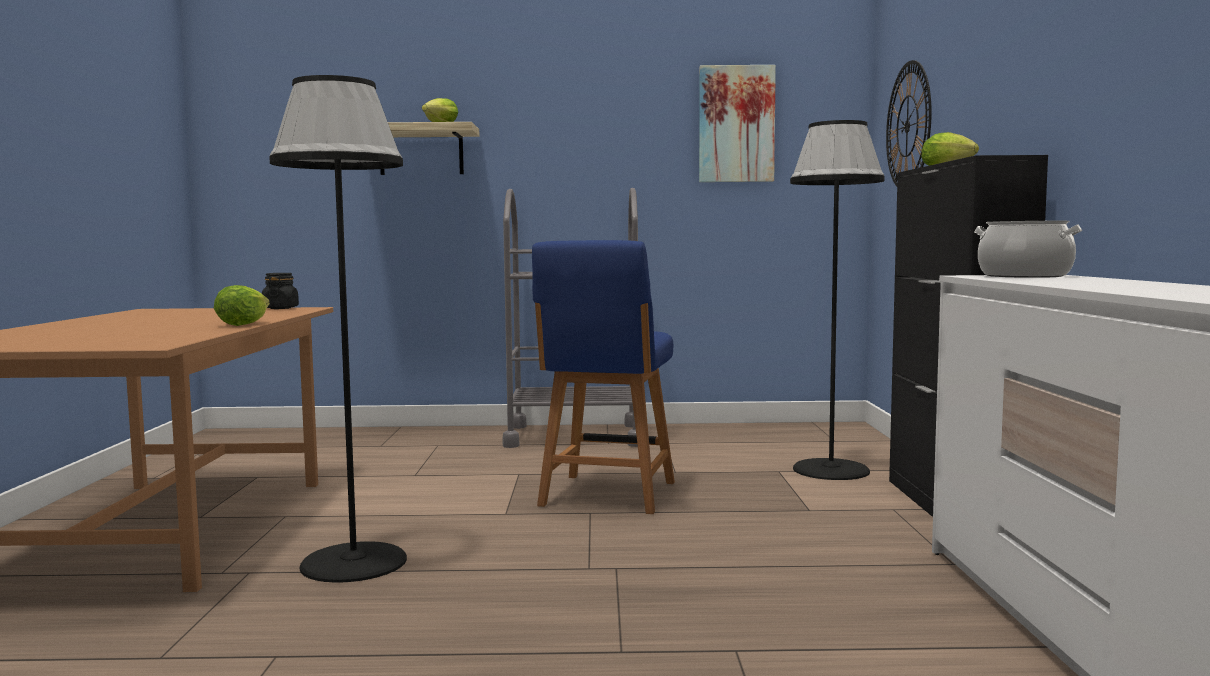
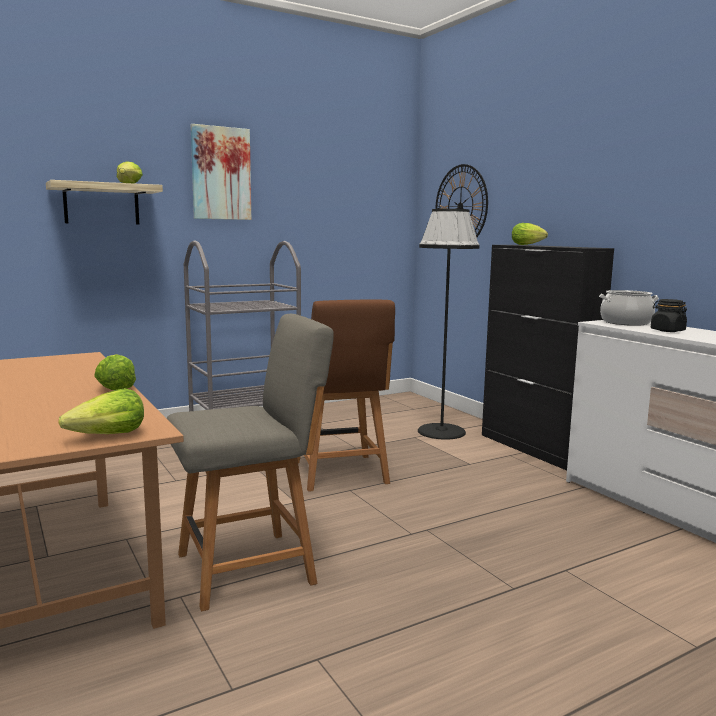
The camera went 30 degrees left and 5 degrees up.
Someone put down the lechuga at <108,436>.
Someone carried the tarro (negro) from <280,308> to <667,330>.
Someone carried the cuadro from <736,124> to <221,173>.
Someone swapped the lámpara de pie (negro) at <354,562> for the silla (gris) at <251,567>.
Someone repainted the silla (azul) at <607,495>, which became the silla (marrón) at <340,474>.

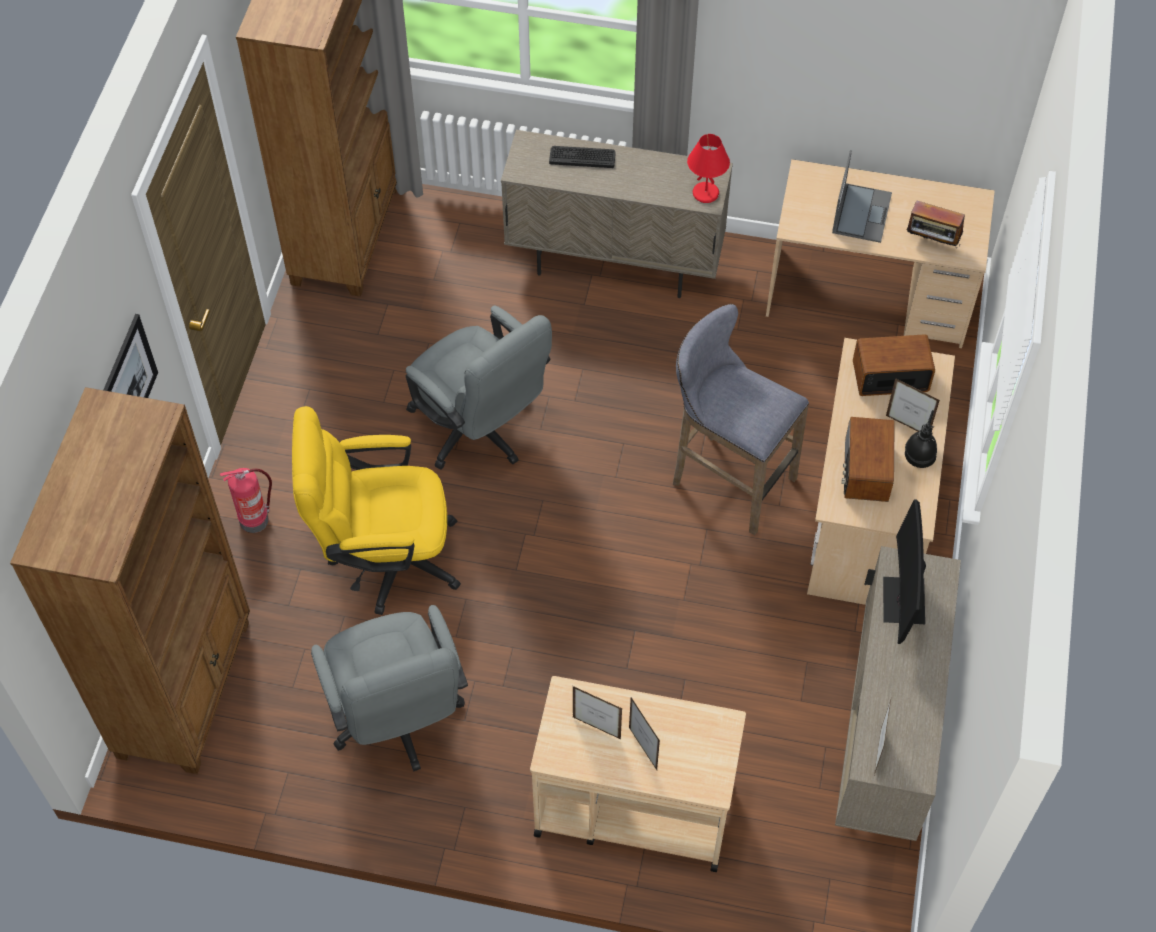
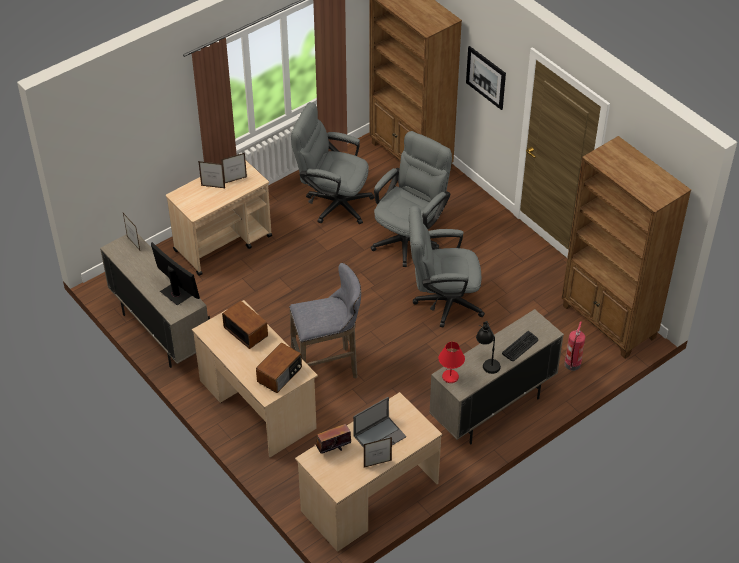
The camera went 130 degrees right and 10 degrees down.
Someone carried the extintor from <255,519> to <572,365>.
Someone carried the portarretratos from <907,426> to <377,464>.
Someone carried the lámpara de mesa (negro) from <917,466> to <487,361>.
Someone repainted the silla de oficina (amarillo) at <384,558>, which became the silla de oficina (gris) at <409,237>.
Someone rotated the portátil at <861,212> by 90 degrees counterclockwise.

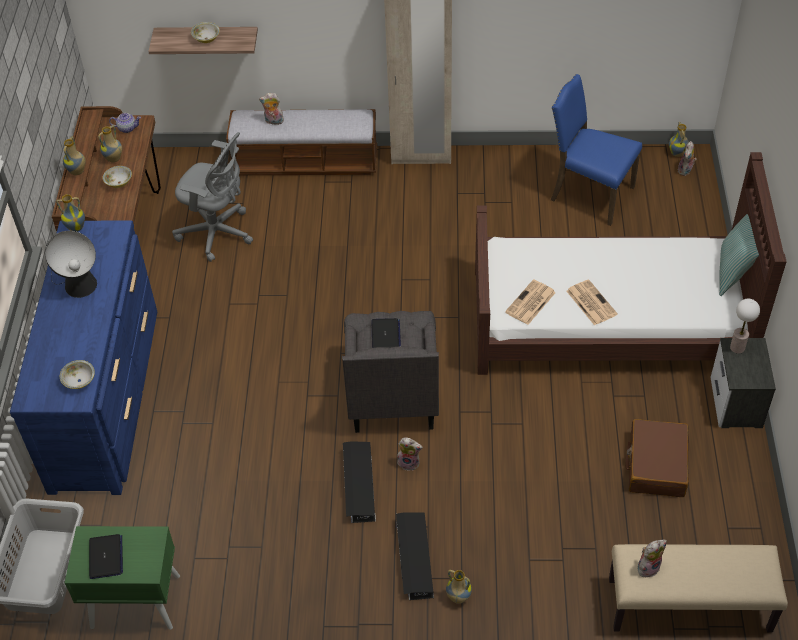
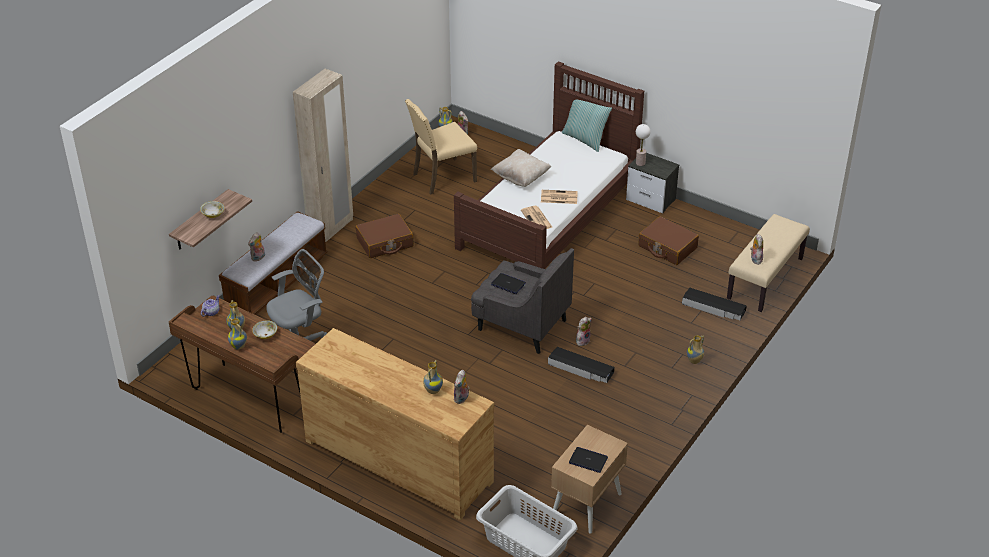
The camera went 60 degrees left and 10 degrees down.
Someone took away the lámpara de mesa at <77,282>.
Someone put down the maleta (marrón) at <385,243>.
Someone put down the cojín (beis) at <521,178>.
Someone carried the florero from <76,227> to <432,390>.
Someone carried the caja de almacenaje (negro) from <414,559> to <713,308>.
Someone swapped the cuenco at <79,381> for the peluche at <462,399>.
Someone repainted the cómoda (azul) at <106,396>, which became the cómoda (marrón) at <398,460>.
Someone repainted the mesita de noche (verde) at <134,601>, which became the mesita de noche (beis) at <586,504>.
Someone repainted the silla (azul) at <589,194>, which became the silla (beis) at <442,177>.

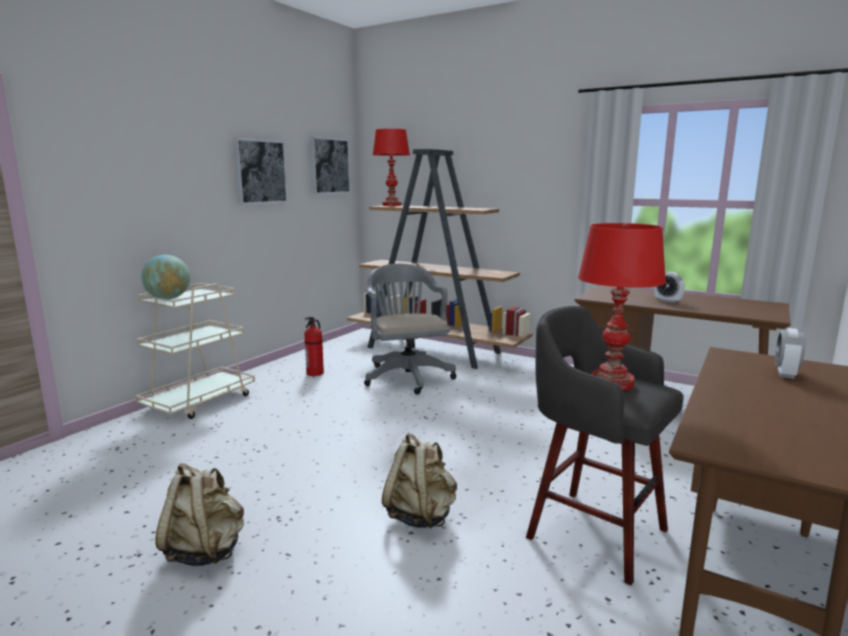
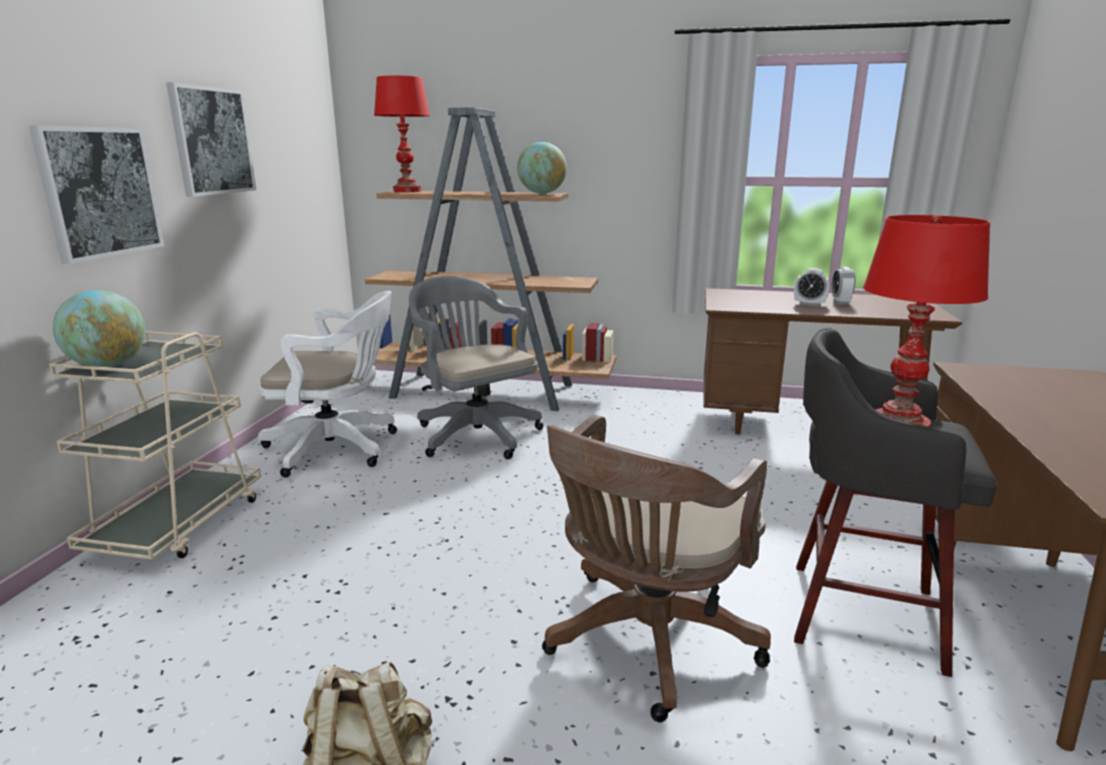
The camera went 20 degrees left and 5 degrees up.
Someone put down the globo terráqueo at <542,193>.
Someone carried the cuadro from <329,166> to <100,192>.
Someone carried the despertador from <785,374> to <840,302>.
Someone swapped the extintor at <315,373> for the silla de oficina (blanco) at <338,448>.
Someone swapped the mochila (beis) at <420,515> for the silla de oficina (marrón) at <646,643>.

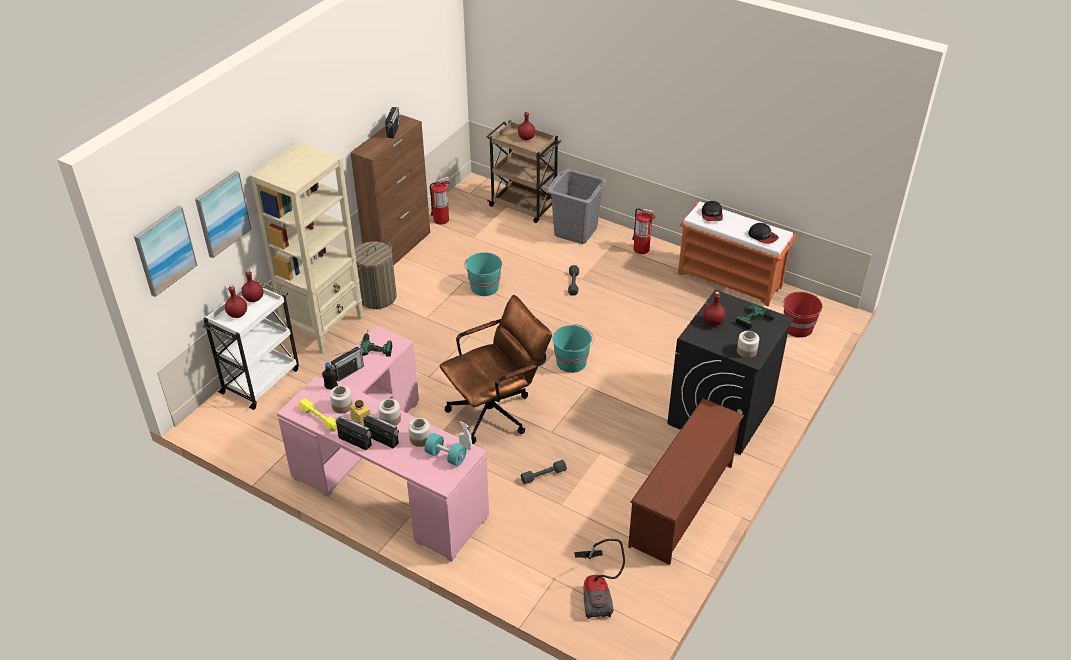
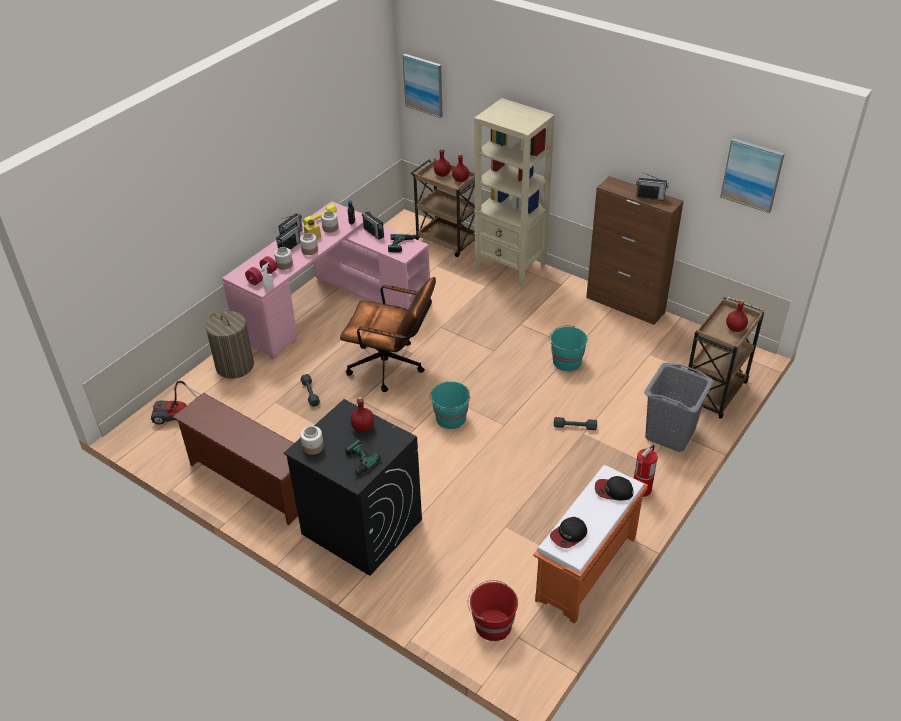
The camera went 95 degrees right and 0 degrees up.
Someone took away the extintor at <441,220>.
Someone carried the cuadro from <222,213> to <752,175>.
Someone carried the cesto de la ropa from <377,297> to <235,366>.
Someone repainted the carrito (blanco) at <261,380>, which became the carrito (marrón) at <447,241>.
Someone repainted the mancuerna (turquesa) at <446,456>, which became the mancuerna (rojo) at <262,277>.
Someone rotated the silla de oficina (marrón) at <497,410> by 45 degrees counterclockwise.

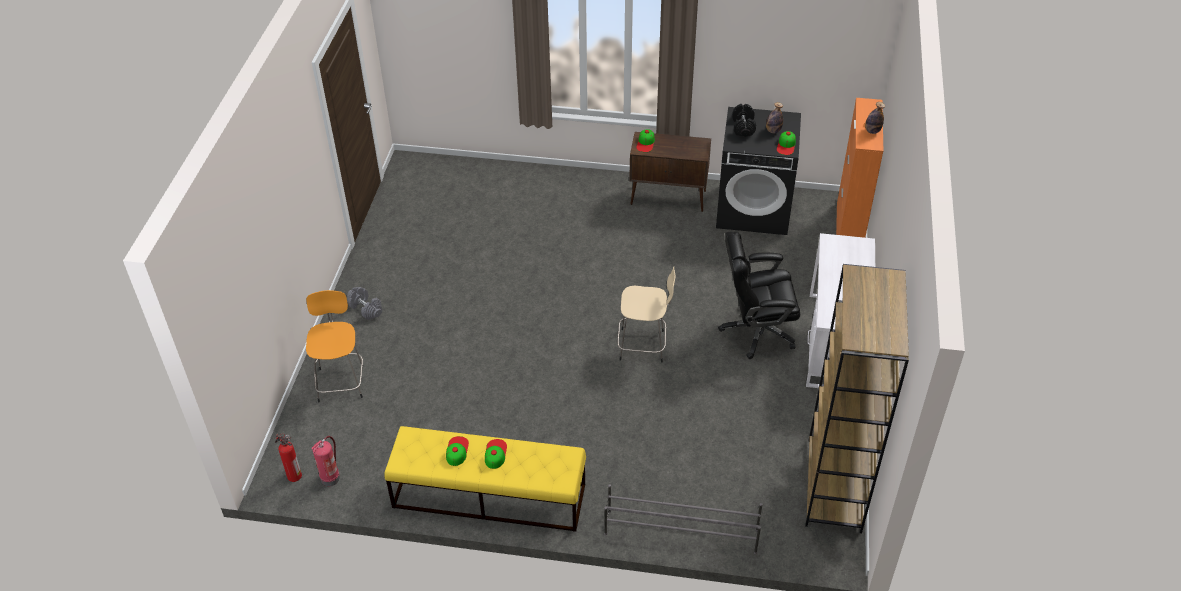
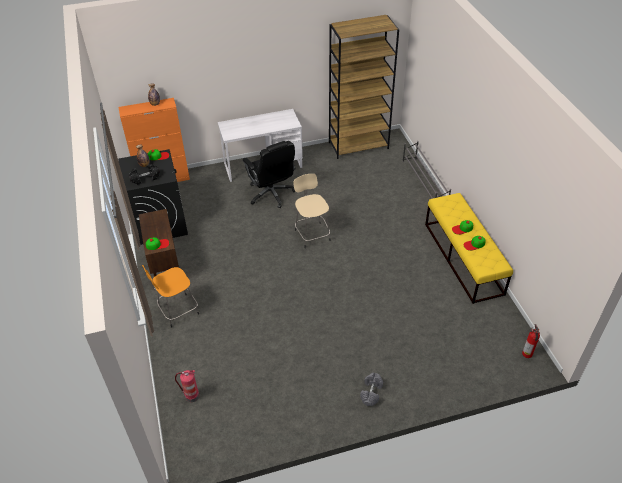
The camera went 115 degrees left and 0 degrees up.
Someone carried the taburete (naranja) from <341,381> to <177,311>.
Someone carried the extintor from <330,477> to <191,396>.

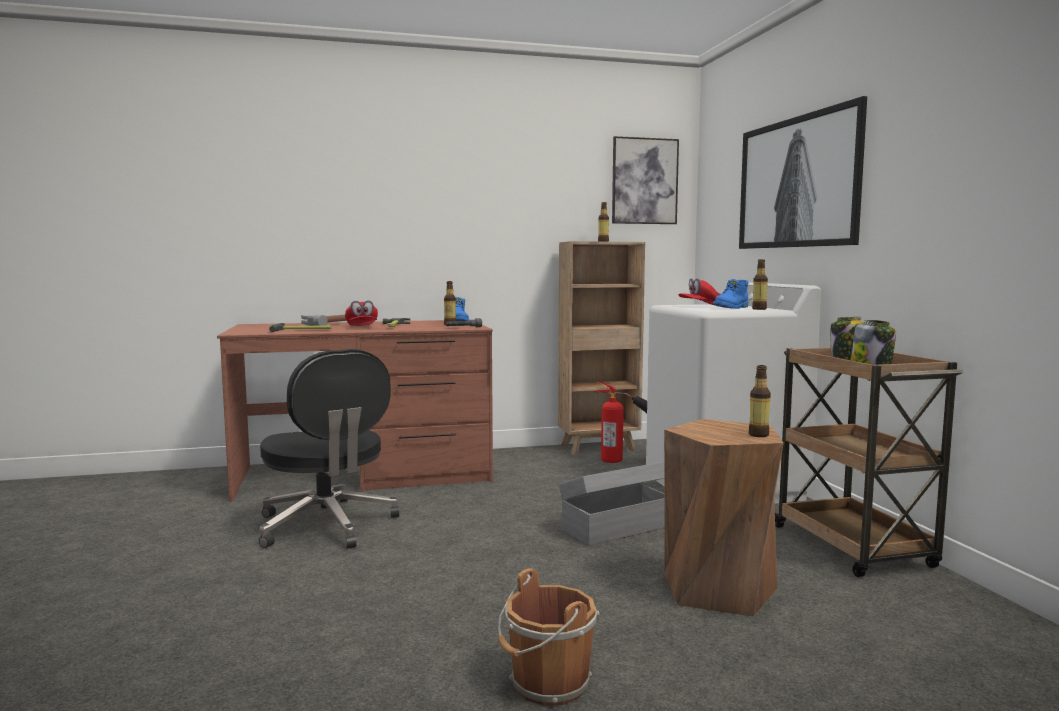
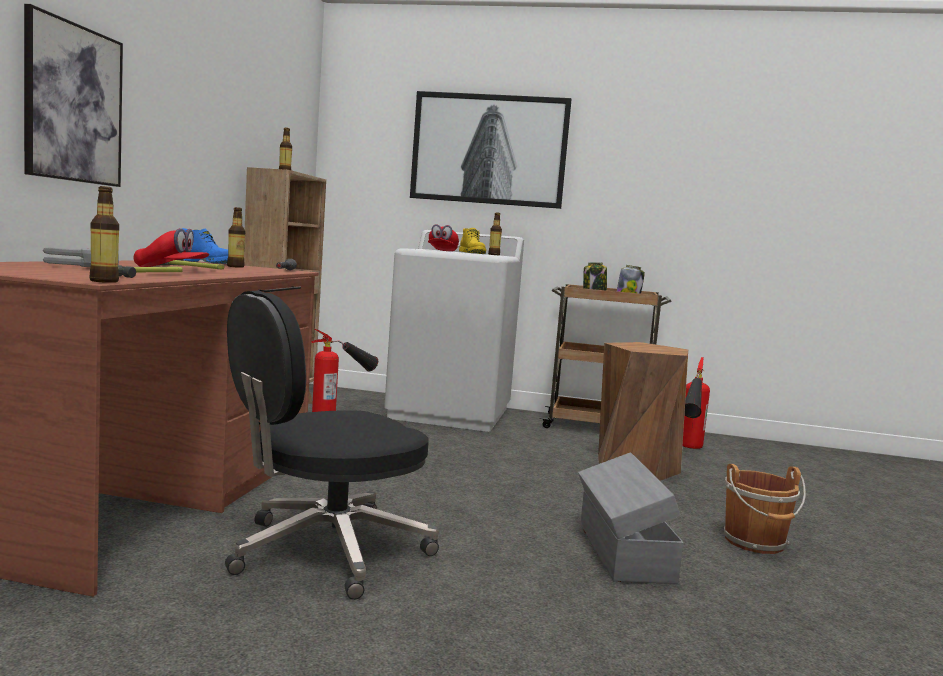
The camera went 65 degrees left and 0 degrees up.
Someone put down the extintor at <688,451>.
Someone carried the caja de almacenaje (gris) from <615,528> to <623,552>.
Someone carried the cuadro from <644,181> to <73,104>.
Someone carried the botella from <758,435> to <104,281>.
Someone repainted the bota (azul) at <732,308>, which became the bota (amarillo) at <472,253>.
Someone rotated the silla de oficina (negro) at <327,525> by 150 degrees clockwise.

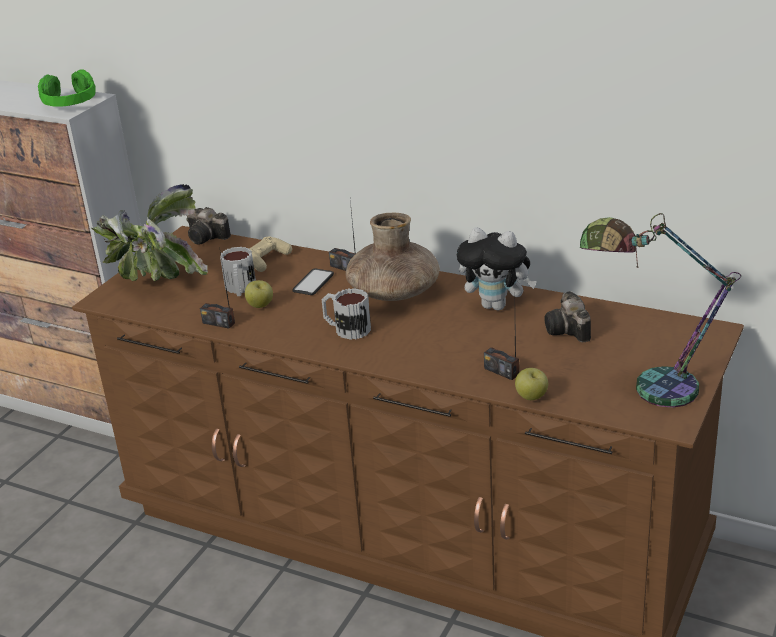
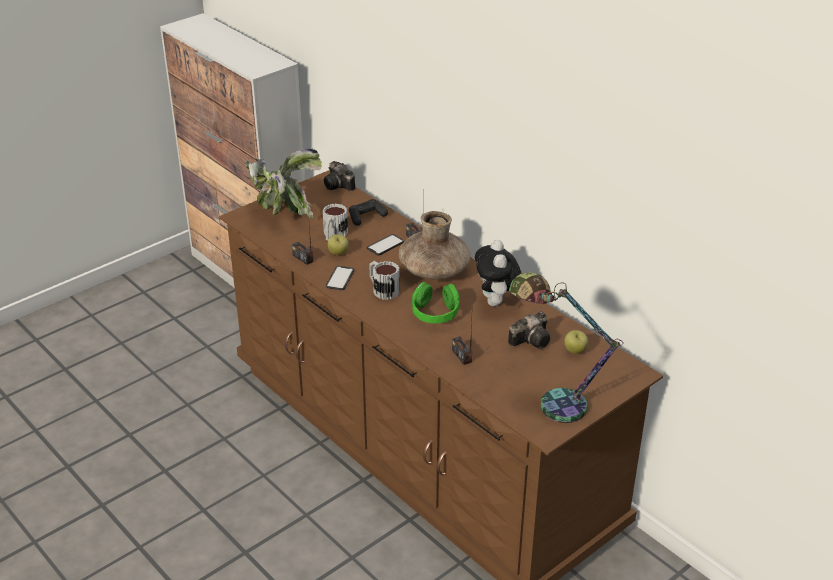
The camera went 20 degrees right and 5 degrees up.
Someone put down the móvil at <340,278>.
Someone carried the auriculares (verde) from <70,103> to <435,312>.
Someone carried the manzana from <531,397> to <575,351>.
Someone repainted the mando de consola (beis) at <267,260>, which became the mando de consola (negro) at <366,217>.
Someone rotated the peluche at <497,305> by 45 degrees clockwise.
Someone rotated the cámara at <569,331> by 135 degrees counterclockwise.

